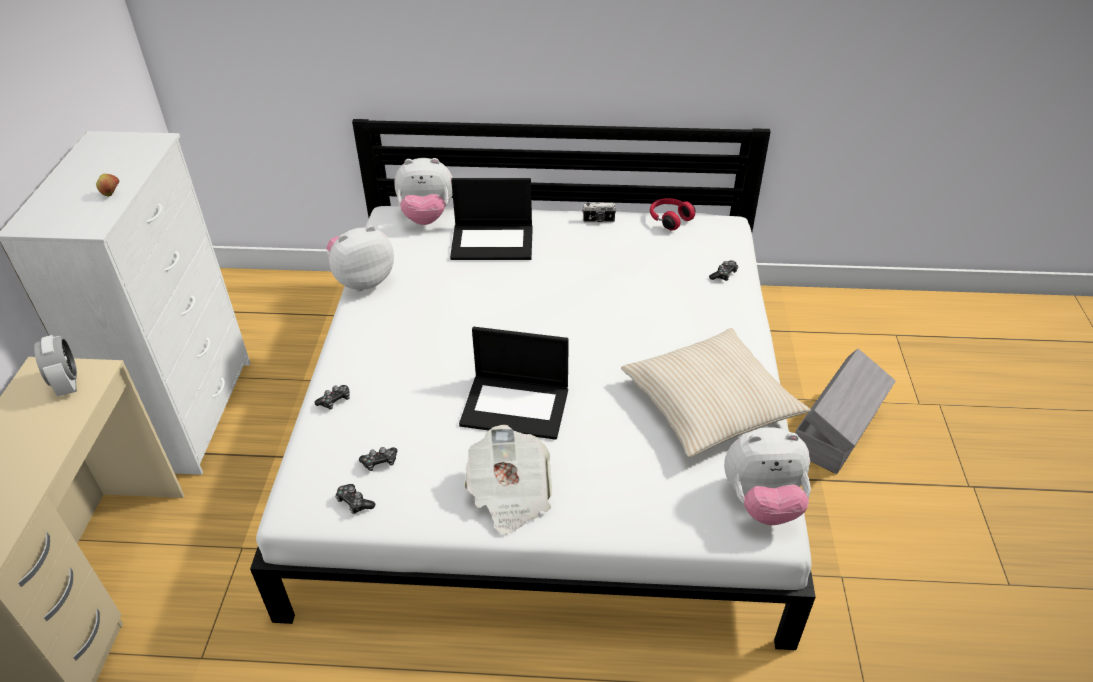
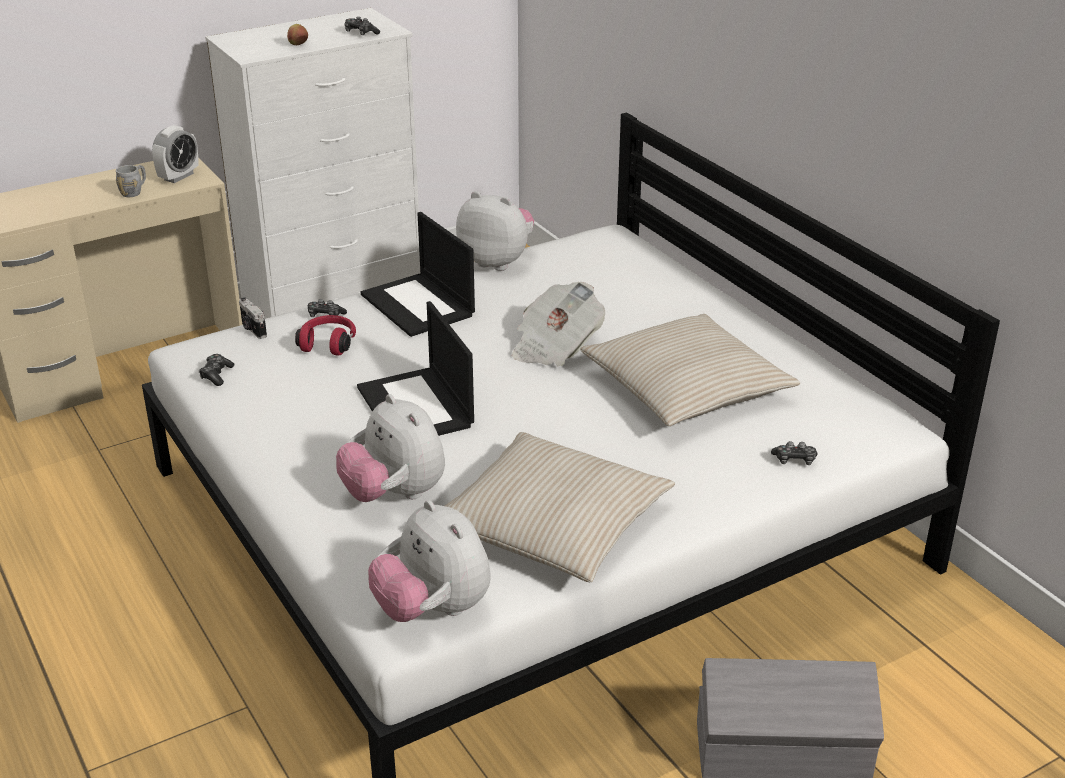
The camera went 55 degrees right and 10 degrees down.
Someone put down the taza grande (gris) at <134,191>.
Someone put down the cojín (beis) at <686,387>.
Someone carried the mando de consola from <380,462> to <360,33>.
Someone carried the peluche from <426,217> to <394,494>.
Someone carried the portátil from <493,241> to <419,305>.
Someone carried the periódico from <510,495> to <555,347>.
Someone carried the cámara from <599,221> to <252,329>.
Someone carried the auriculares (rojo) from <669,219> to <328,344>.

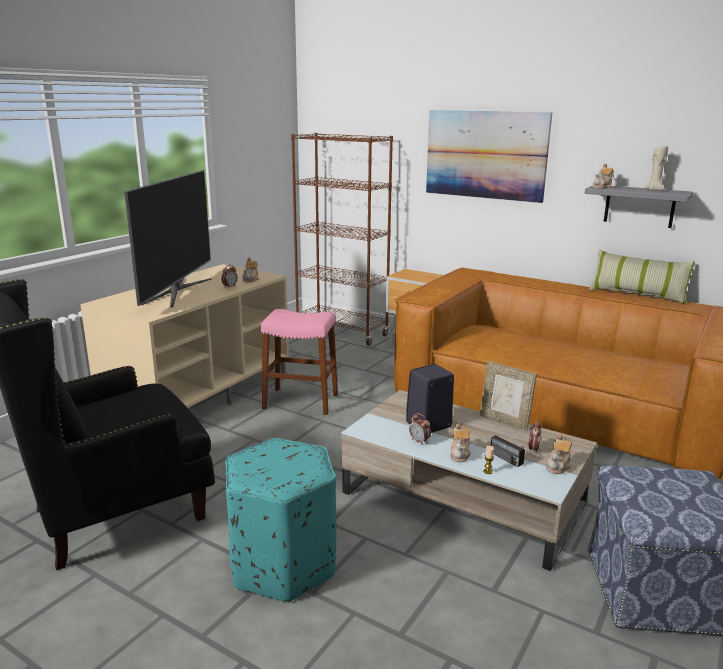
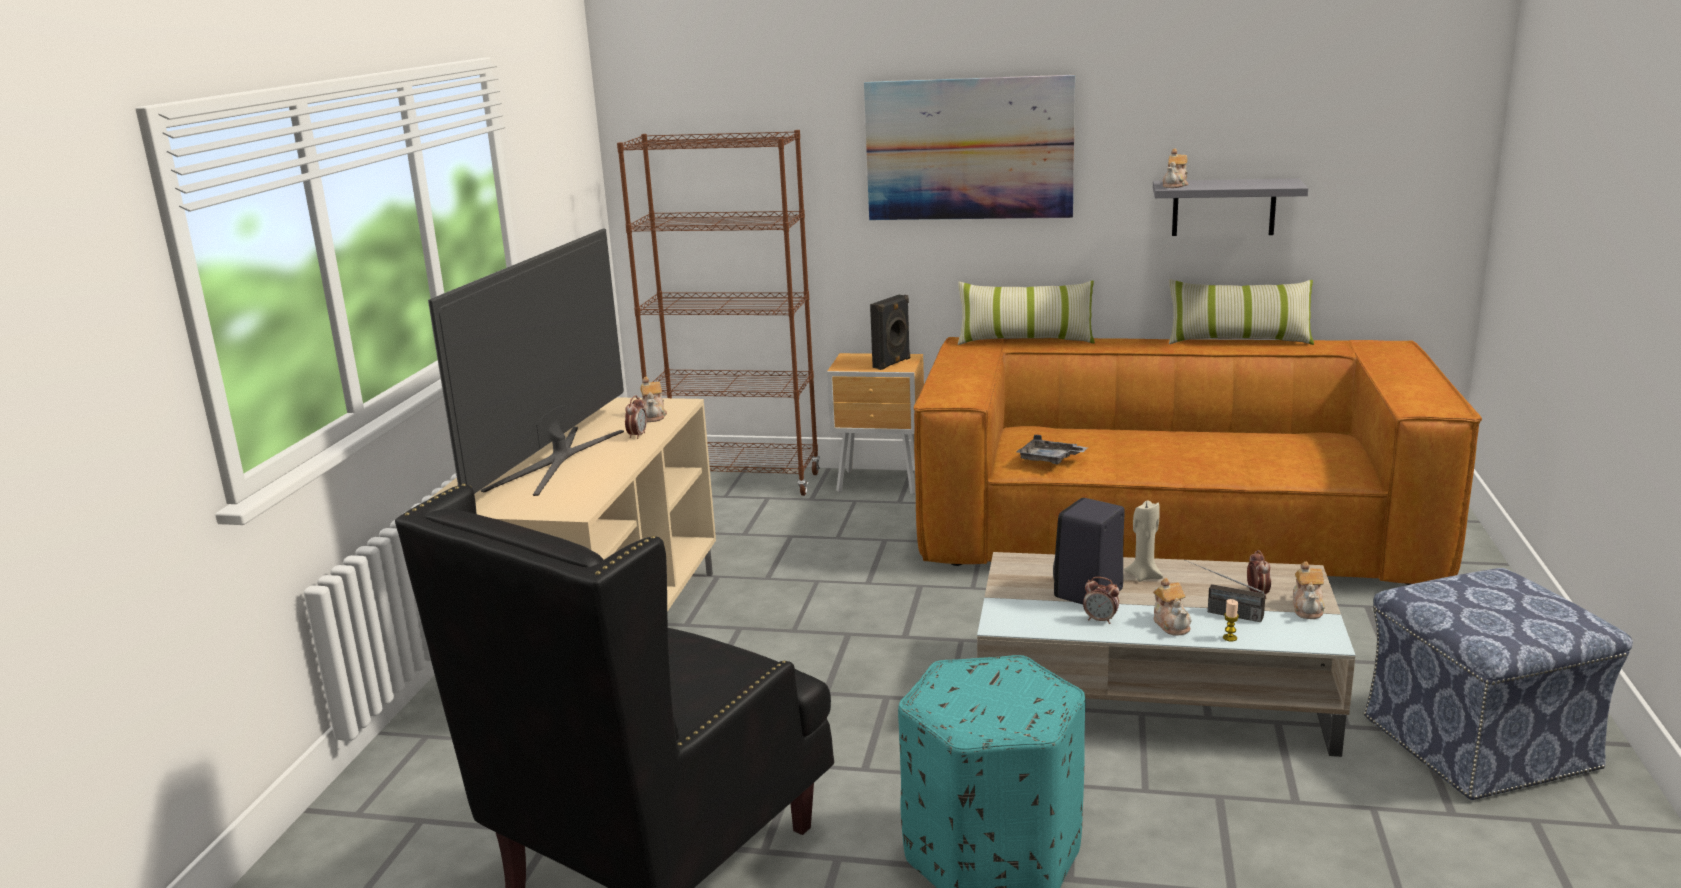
The camera went 20 degrees left and 0 degrees up.
Someone took away the taburete (rosa) at <301,401>.
Someone took away the portarretratos at <504,421>.
Someone put down the altavoz (negro) at <892,363>.
Someone put down the cojín at <1025,340>.
Someone put down the bandeja (gris) at <1049,459>.
Someone carried the vela (beis) from <654,190> to <1144,576>.
Someone rotated the televisor at <178,291> by 150 degrees counterclockwise.

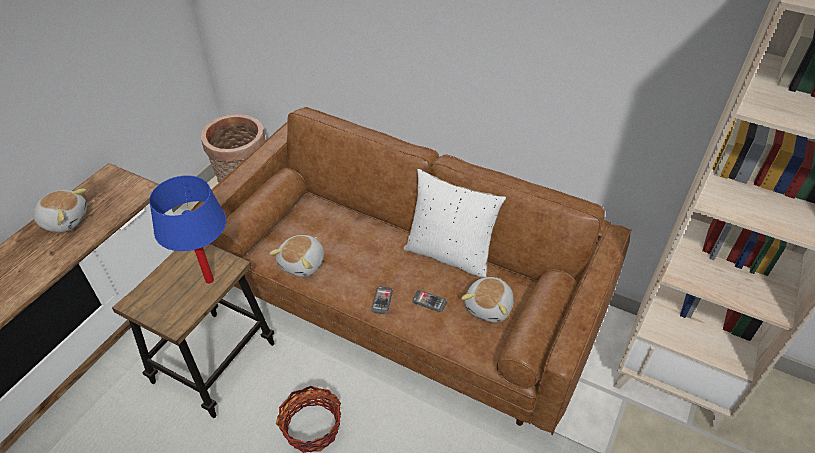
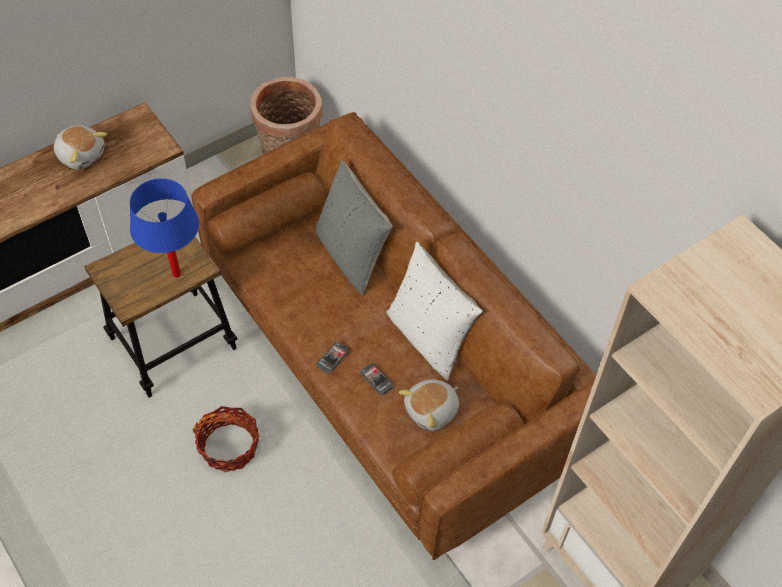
The camera went 25 degrees right and 10 degrees up.
Someone took away the peluche at <303,263>.
Someone put down the cojín (gris) at <352,255>.

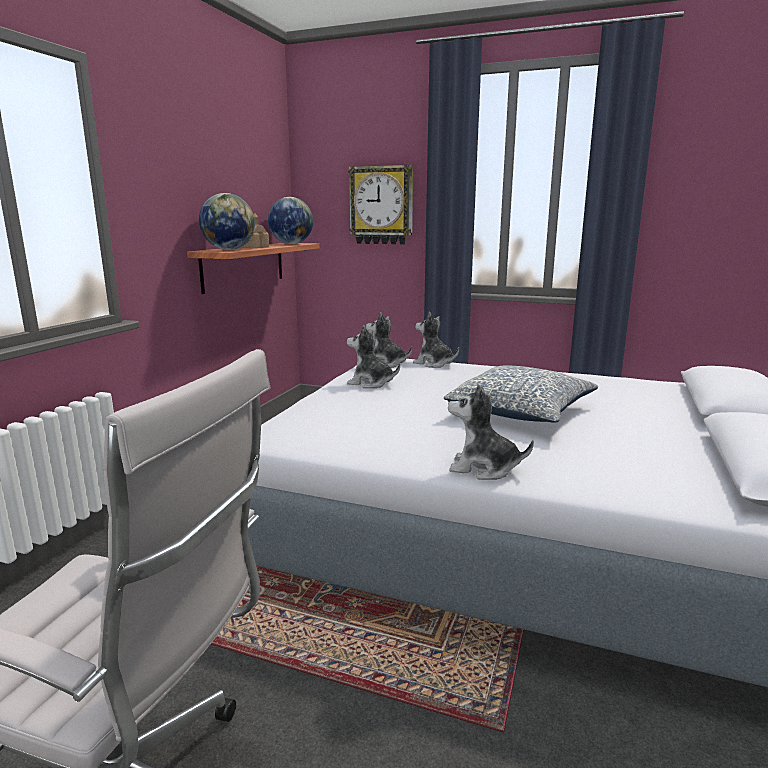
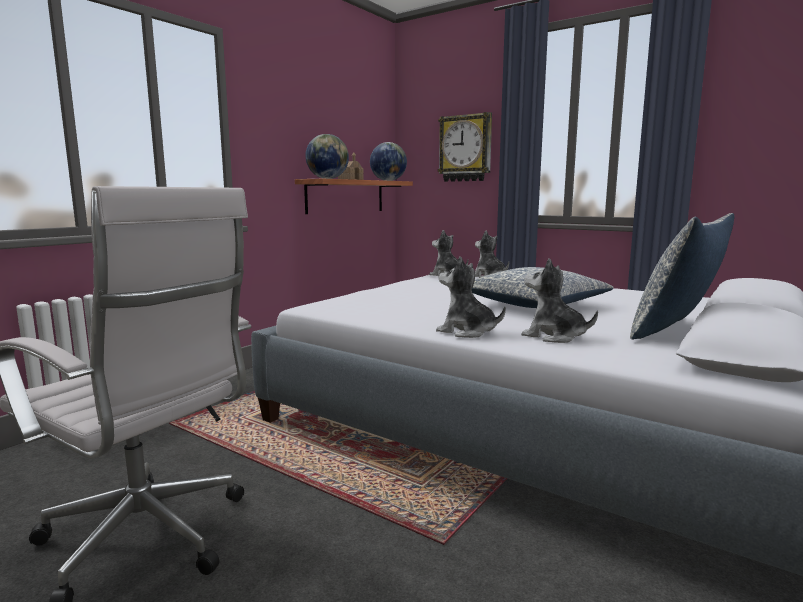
The camera went 15 degrees right and 5 degrees down.
Someone put down the cojín at <676,331>.
Someone carried the peluche from <370,383> to <553,336>.

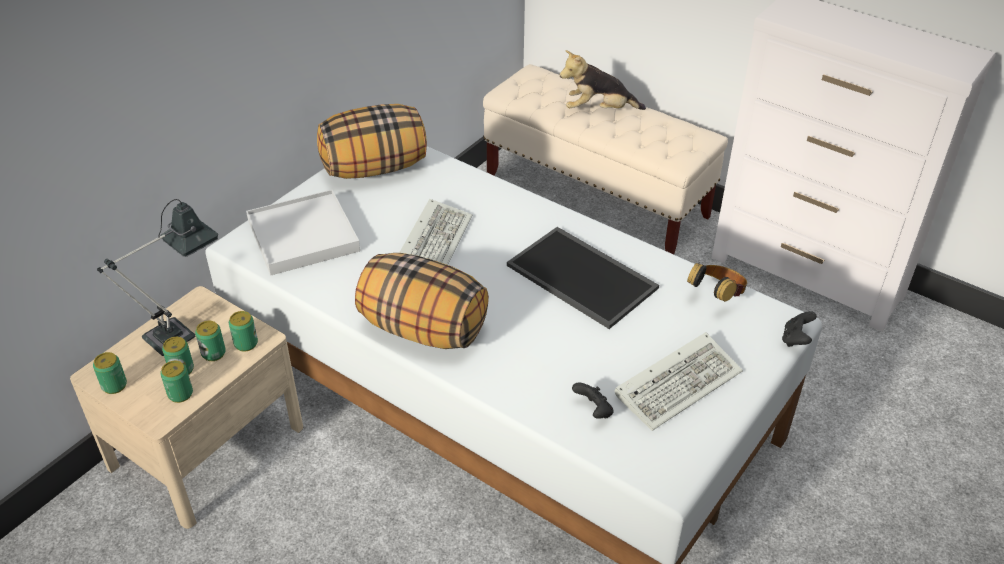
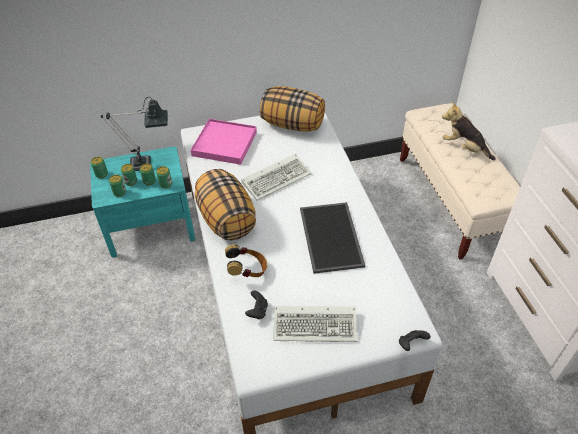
The camera went 40 degrees right and 5 degrees up.
Someone carried the auriculares from <716,296> to <247,271>.
Someone repainted the mesita de noche (beis) at <207,447>, which became the mesita de noche (turquesa) at <150,225>.
Someone repainted the bandeja (blanco) at <303,236>, which became the bandeja (rosa) at <224,143>.

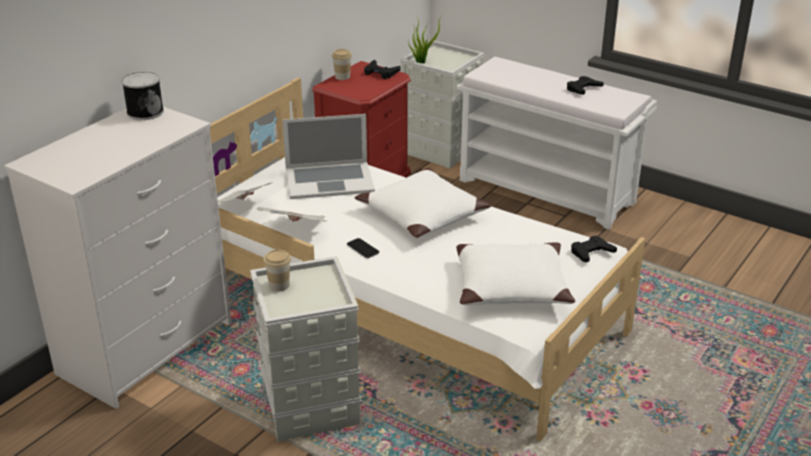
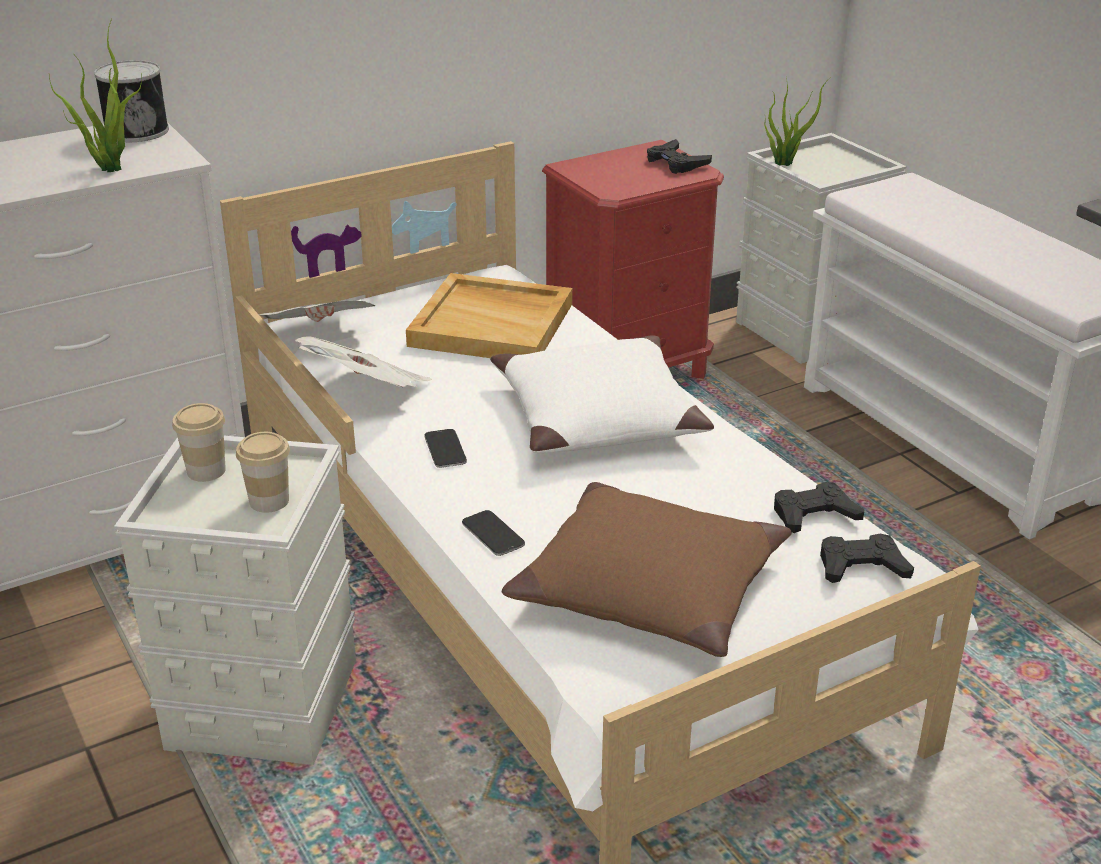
The camera went 25 degrees right and 0 degrees up.
Someone put down the planta en maceta at <109,167>.
Someone put down the móvil at <493,534>.
Someone carried the taza from <342,77> to <269,501>.
Someone carried the mando de consola (negro) from <583,89> to <814,515>.
Someone swapped the portátil at <329,180> for the bandeja (beis) at <493,324>.
Someone repainted the cojín (blanco) at <511,286>, which became the cojín (marrón) at <650,588>.

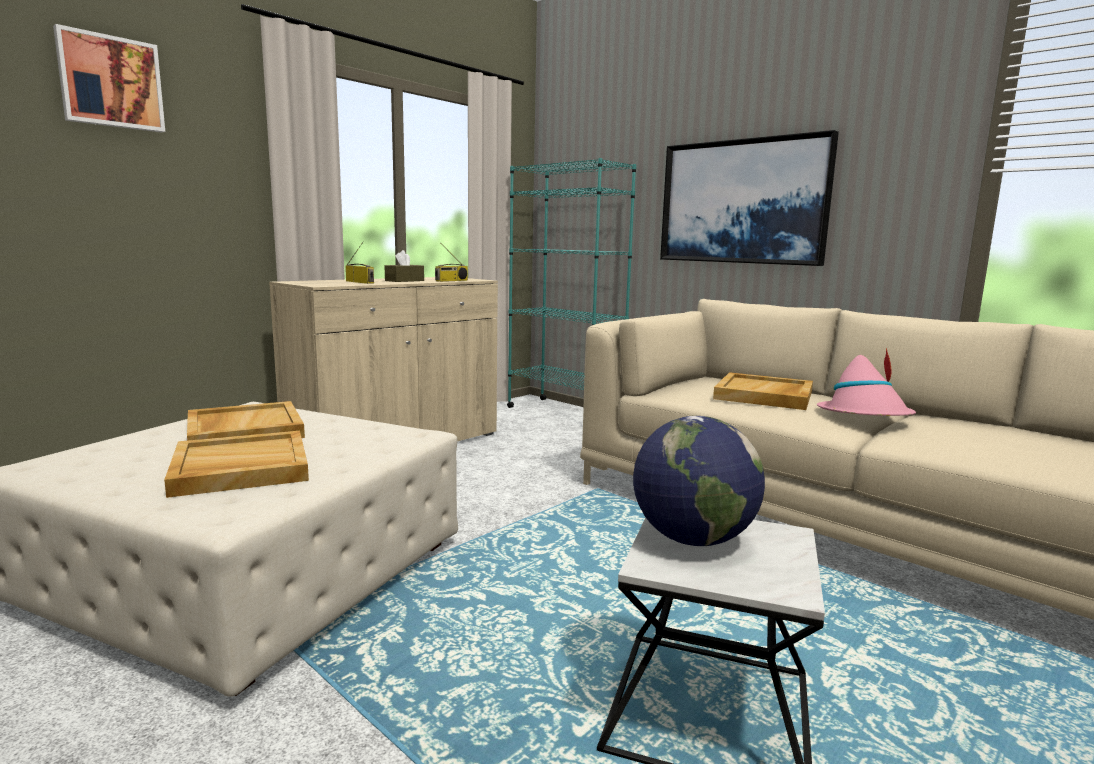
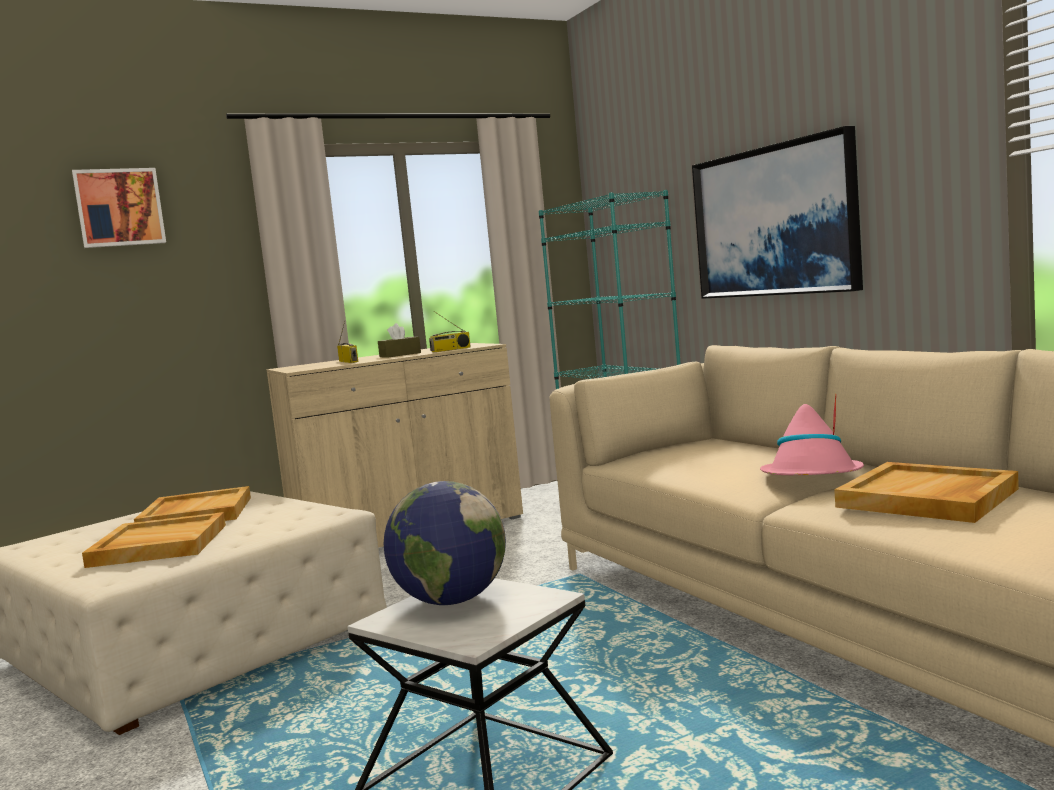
The camera went 20 degrees right and 5 degrees down.
Someone carried the bandeja (beis) from <764,395> to <927,498>.

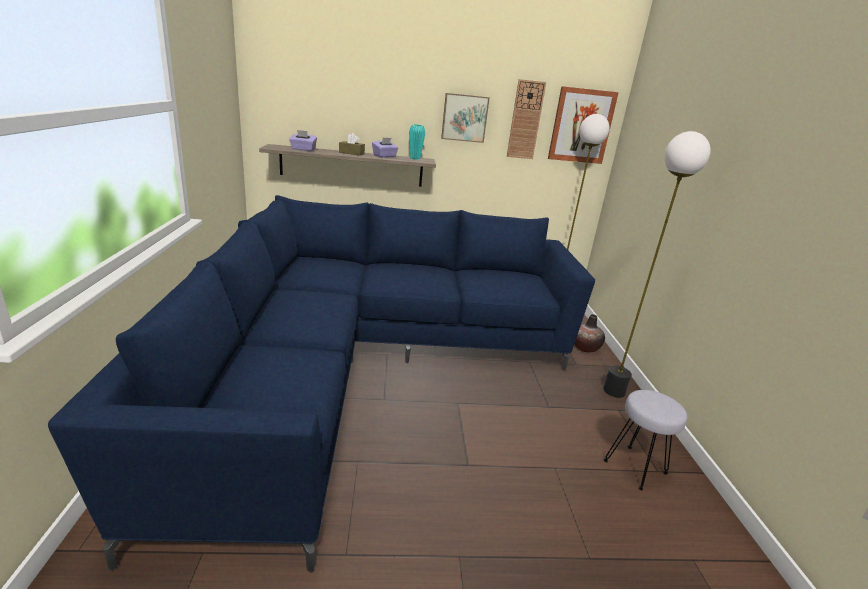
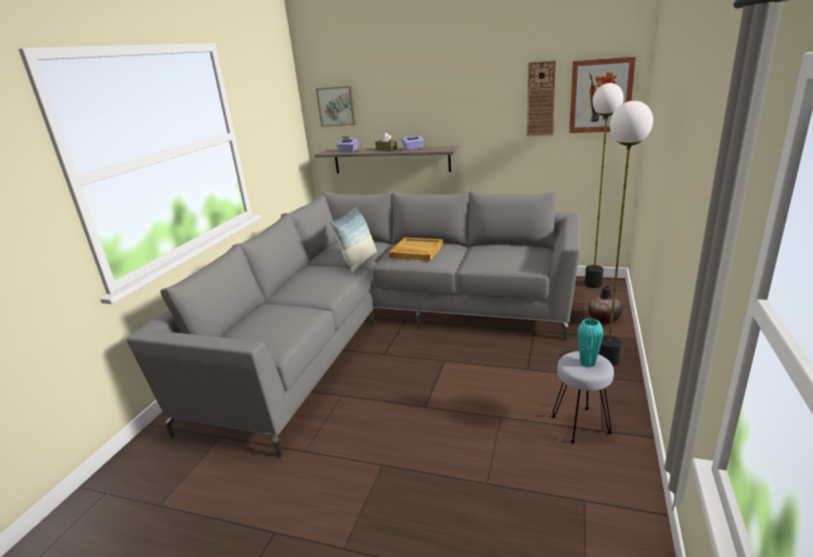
The camera went 25 degrees right and 0 degrees up.
Someone put down the cojín at <359,262>.
Someone put down the bandeja (beis) at <416,251>.
Someone carried the florero (turquesa) from <415,158> to <587,363>.
Someone carried the cuadro from <464,118> to <336,106>.
Someone repainted the sofá (azul) at <361,366>, which became the sofá (gris) at <379,329>.

